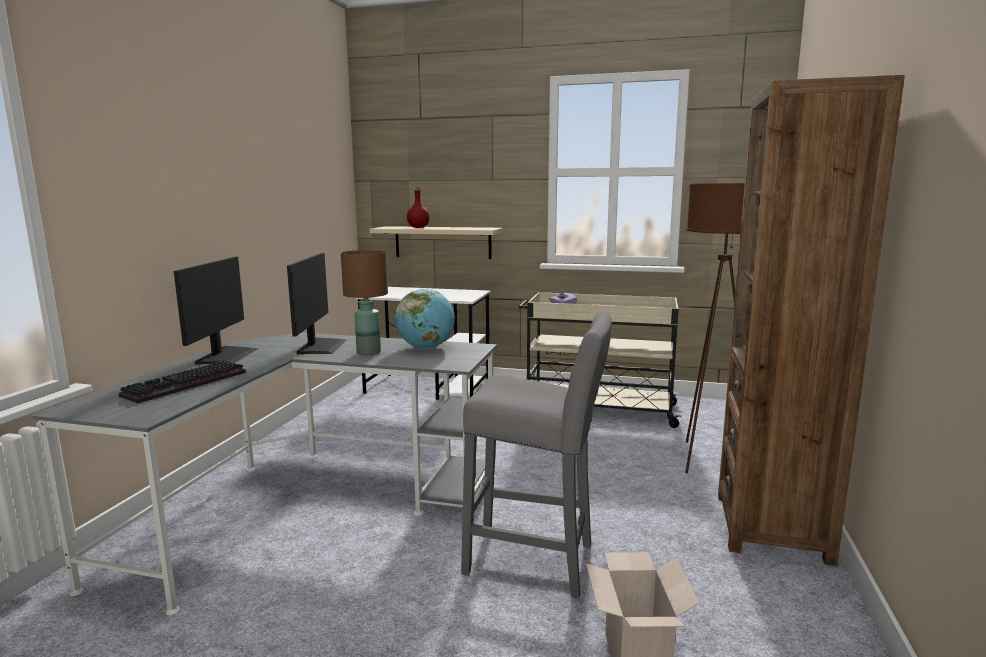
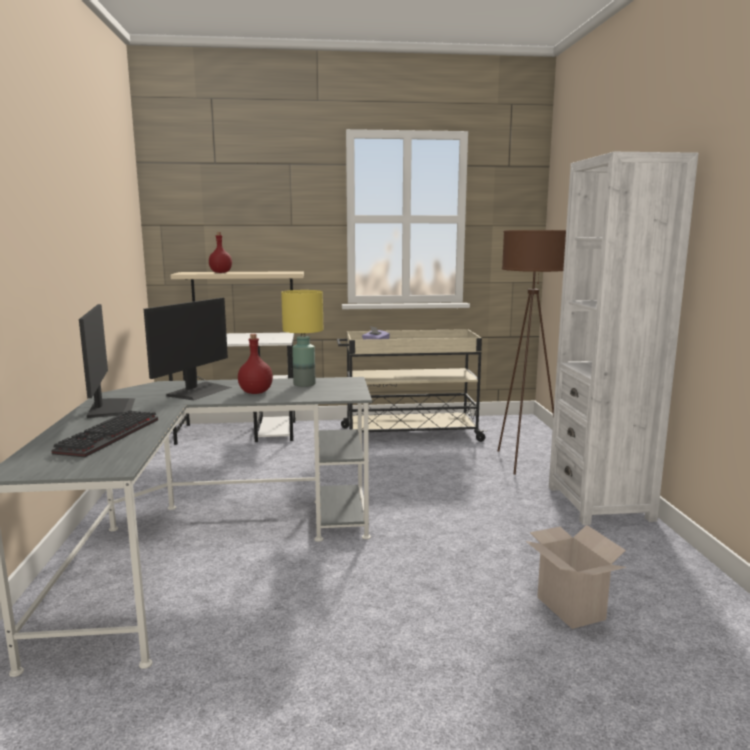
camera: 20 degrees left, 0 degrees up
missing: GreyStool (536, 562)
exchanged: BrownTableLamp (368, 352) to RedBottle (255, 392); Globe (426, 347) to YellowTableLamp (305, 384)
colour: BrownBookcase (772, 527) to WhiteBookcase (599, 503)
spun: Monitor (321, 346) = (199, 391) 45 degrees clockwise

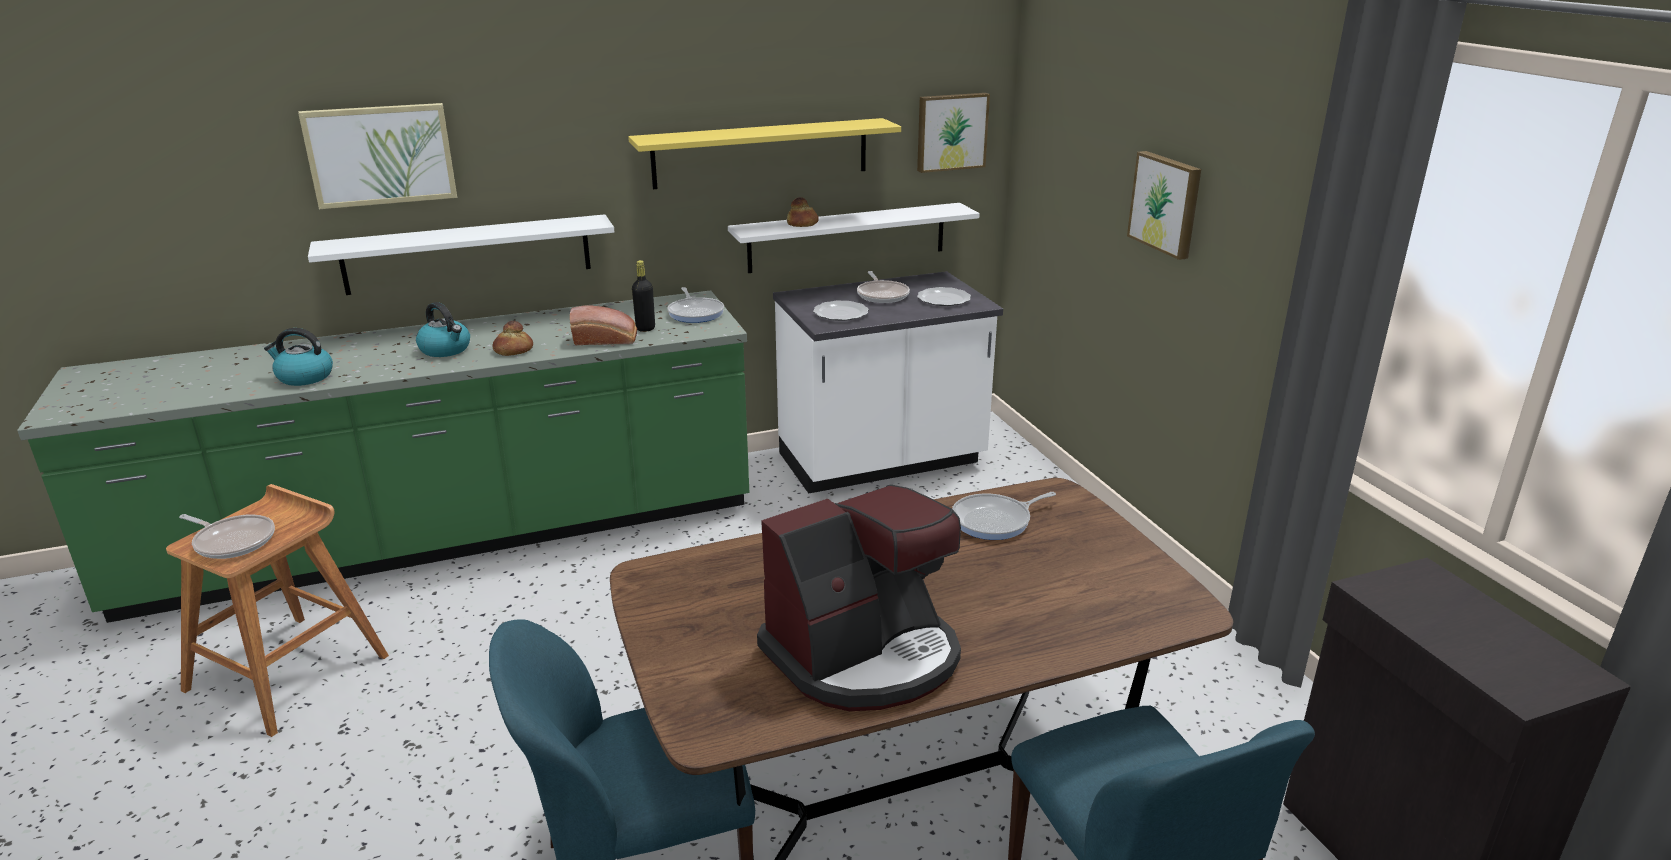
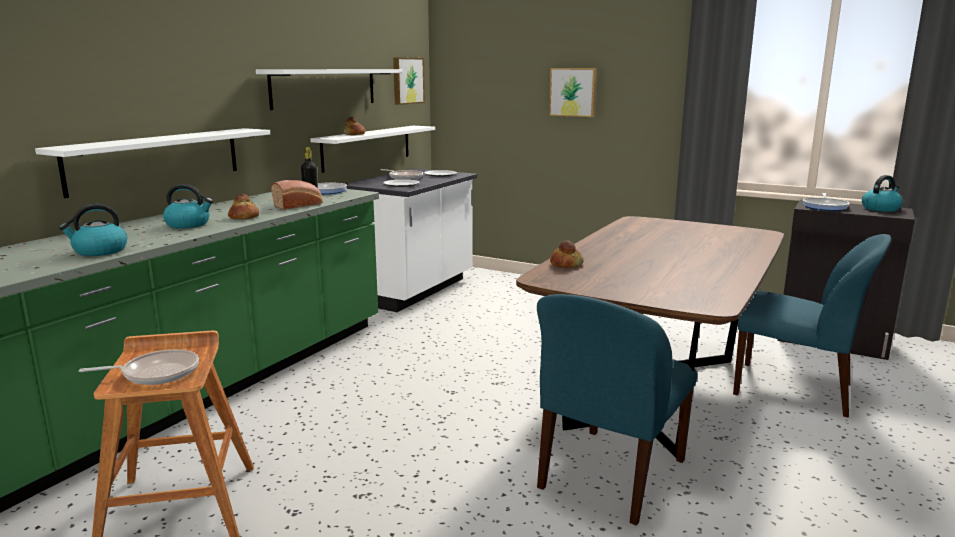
camera: 40 degrees left, 10 degrees down
missing: Picture (380, 155); CoffeeMachine (864, 655)
appeared: Bread (565, 264); Kettle (880, 208)
relocated: FryingPan (995, 521) to (825, 206)
colour: YellowShelf (761, 153) to WhiteShelf (324, 87)

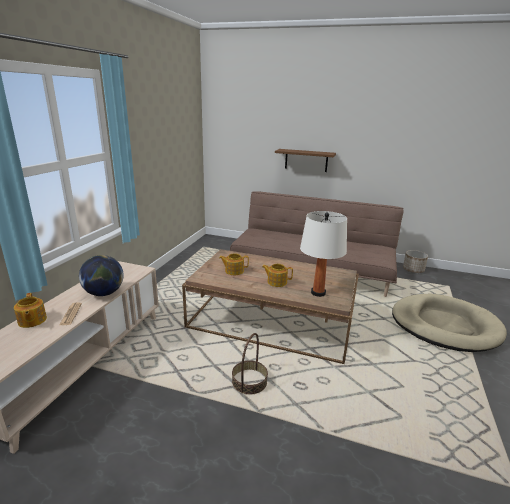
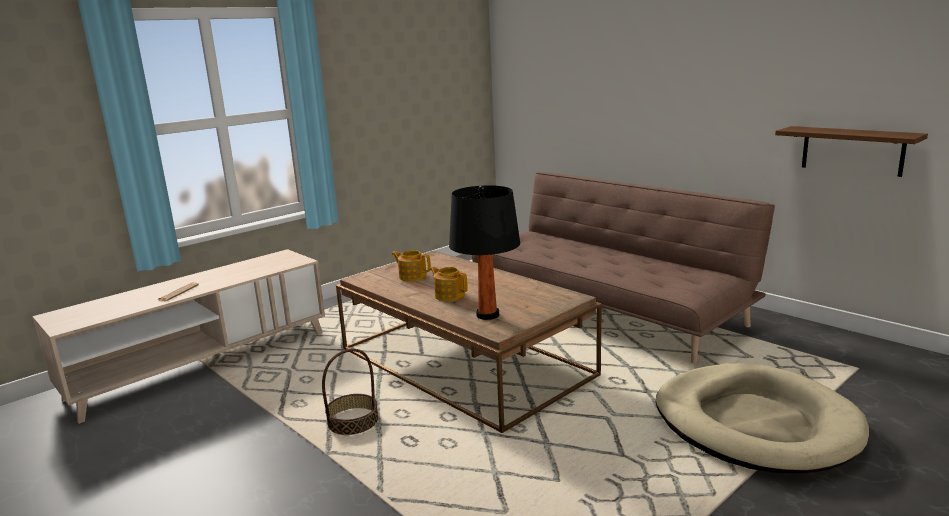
camera: 30 degrees right, 5 degrees down
missing: Teapot (32, 321); Globe (104, 293); Planter (413, 270)
relocated: BrownShelf (306, 160) to (852, 150)
colour: WhiteTableLamp (318, 293) to BlackTableLamp (487, 315)

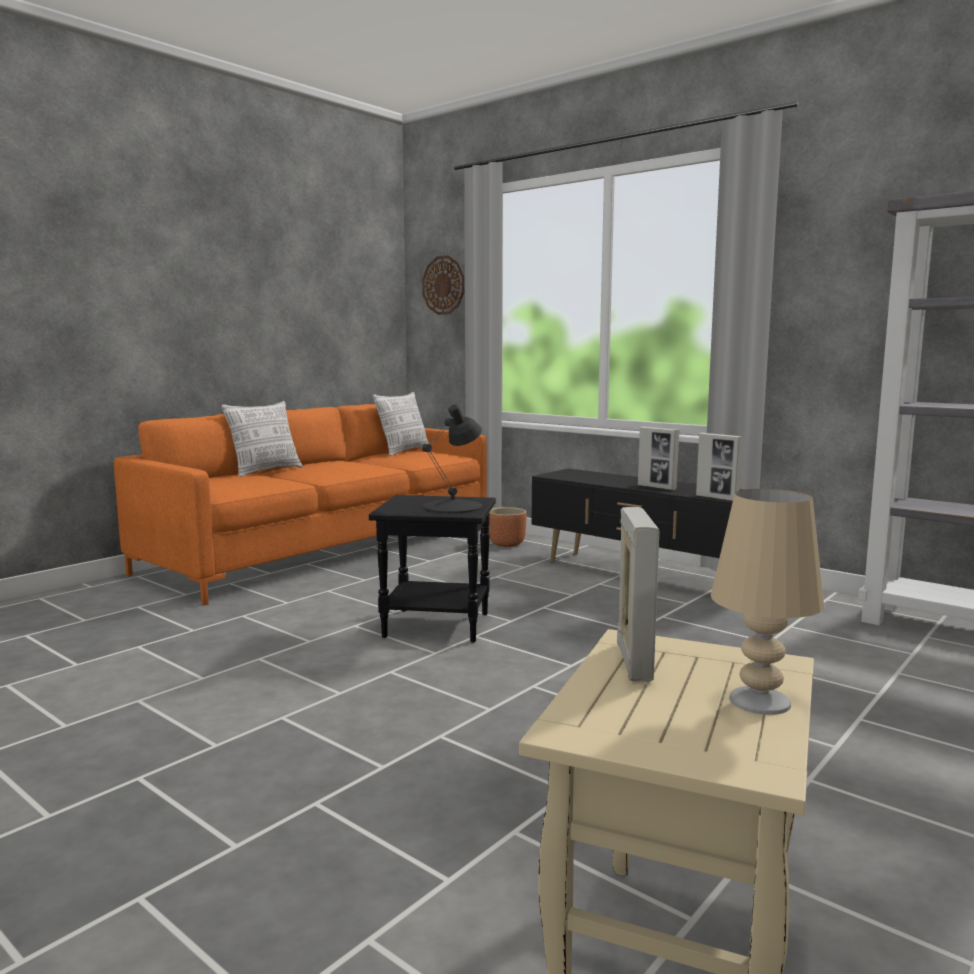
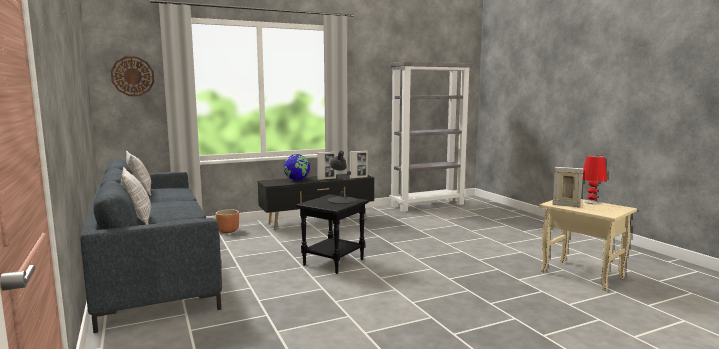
camera: 65 degrees left, 0 degrees up
appeared: Globe (297, 180)
colour: OrangeSofa (327, 549) to GreySofa (155, 267); BeigeTableLamp (760, 701) to RedTableLamp (591, 202)

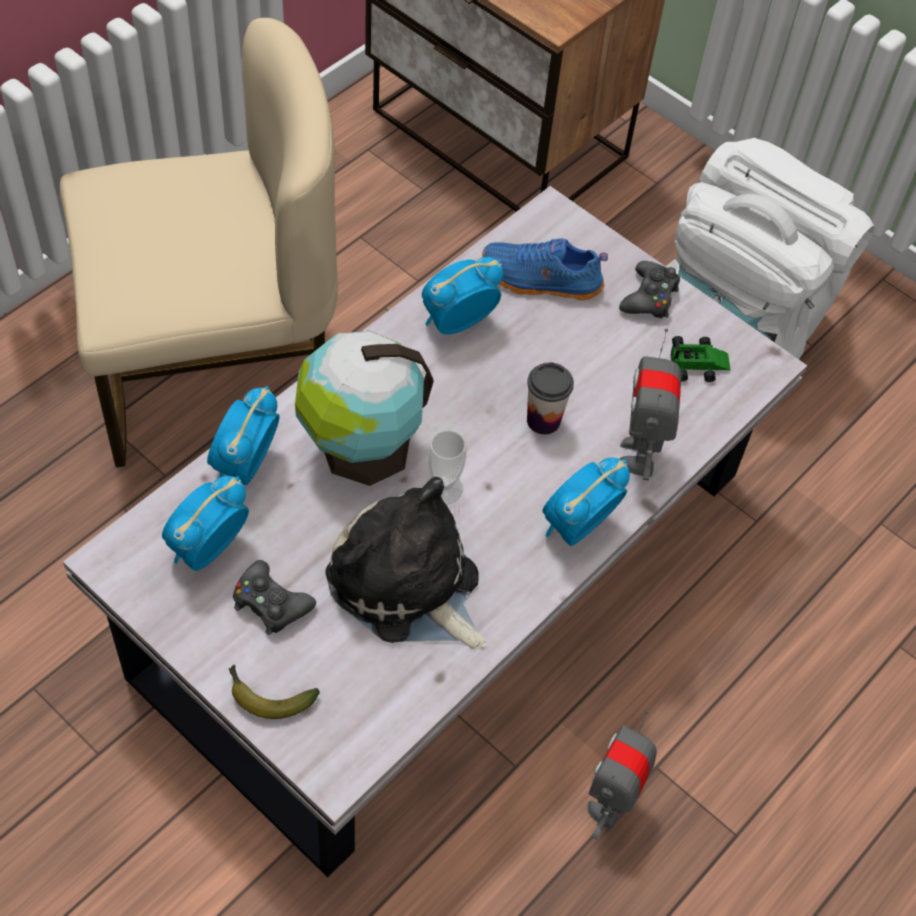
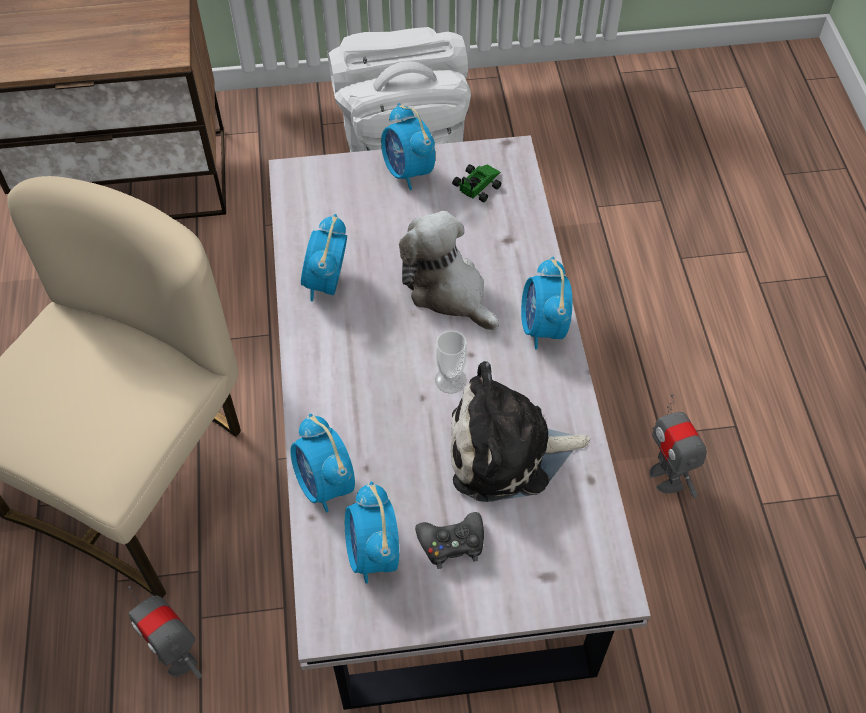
camera: 45 degrees left, 0 degrees up
missing: Banana (267, 696); Globe (360, 449); BlueShoe (541, 281)
relocated: ToyRobot (640, 455) to (177, 656)
exchanged: Cup (543, 420) to PlushToy (448, 290); BlackGameController (649, 297) to AlarmClock (408, 172)

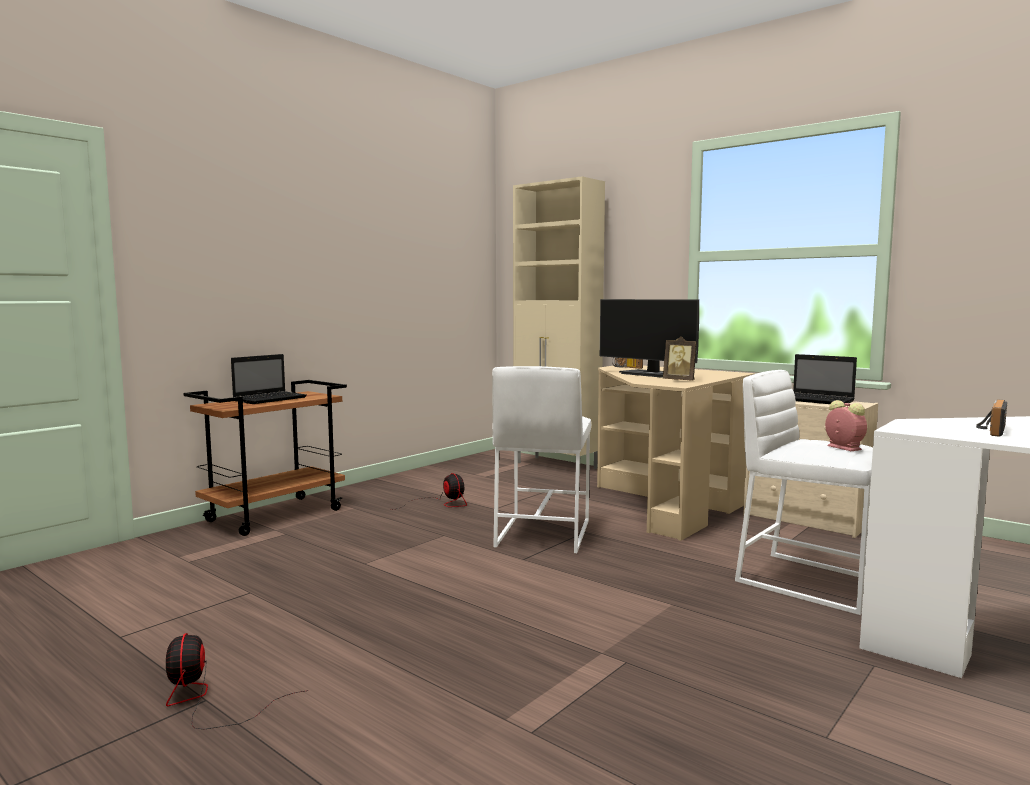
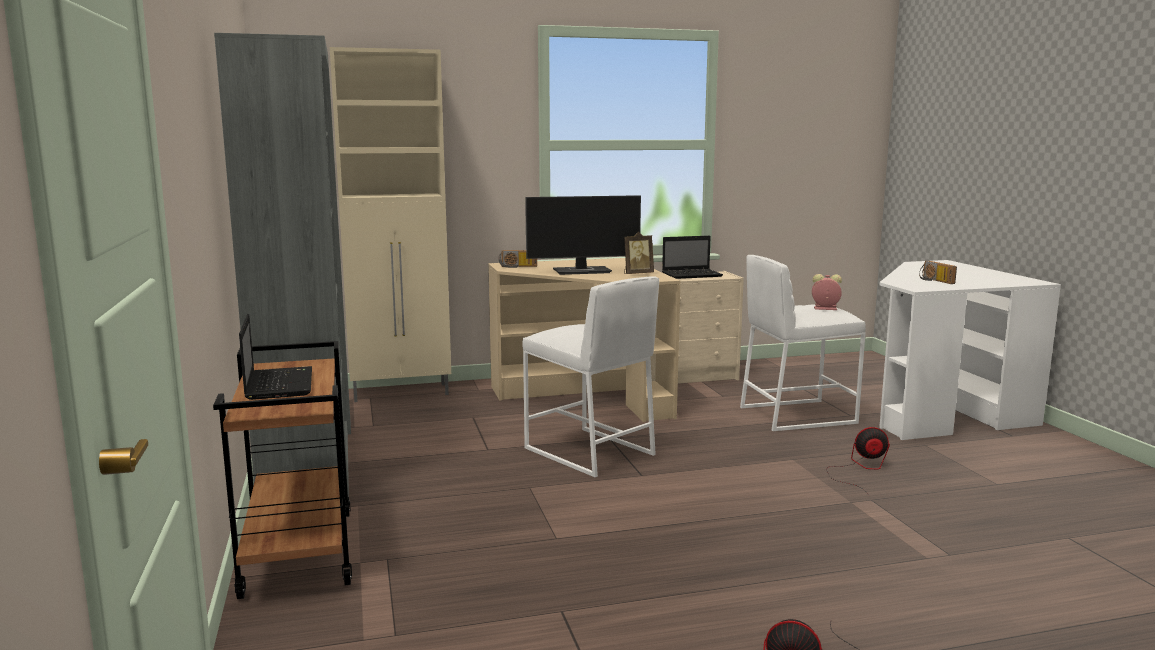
camera: 55 degrees left, 5 degrees up
appeared: GreyBookcase (309, 463)
relocated: Fan (440, 503) to (860, 469)

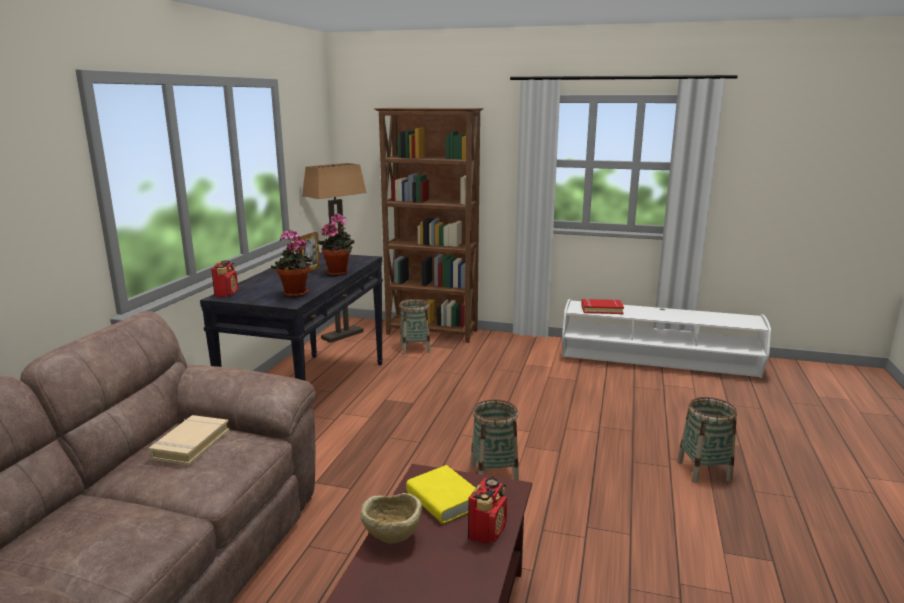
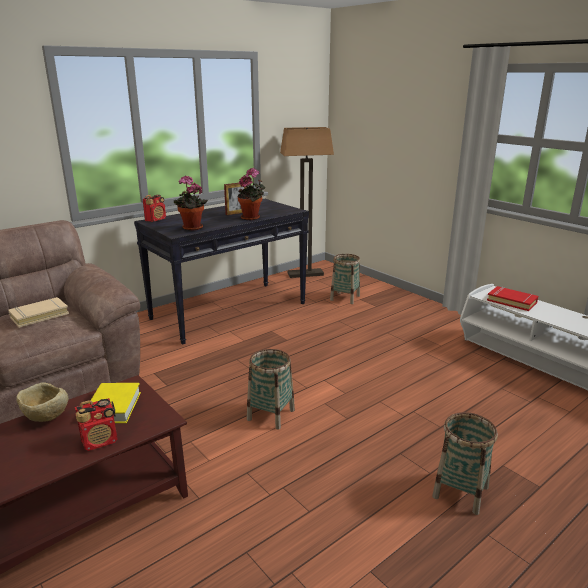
camera: 35 degrees right, 5 degrees up
missing: BrownBookcase (432, 333)

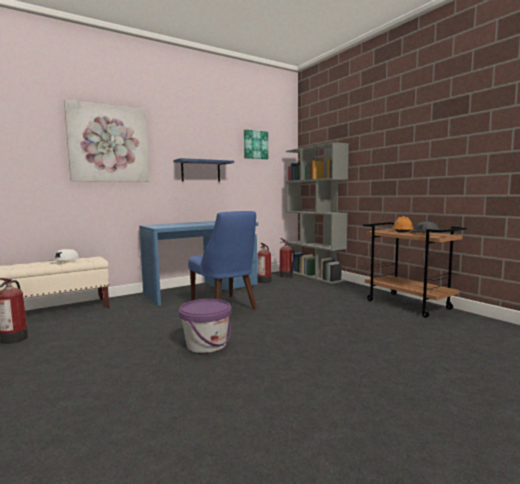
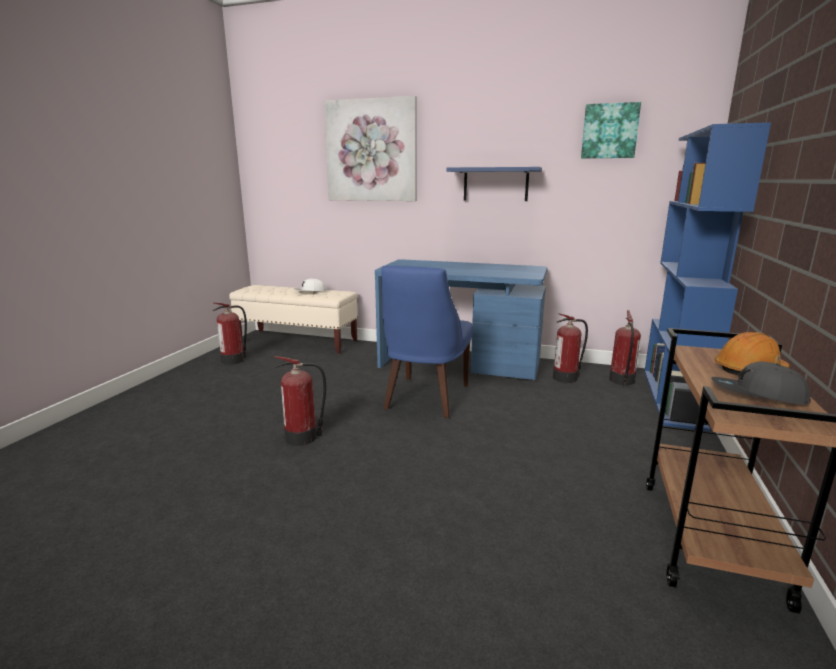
camera: 50 degrees right, 10 degrees up
exchanged: PurpleBucket (206, 344) to FireExtinguisher (303, 437)
colour: GreyBookcase (314, 276) to BlueBookcase (673, 398)

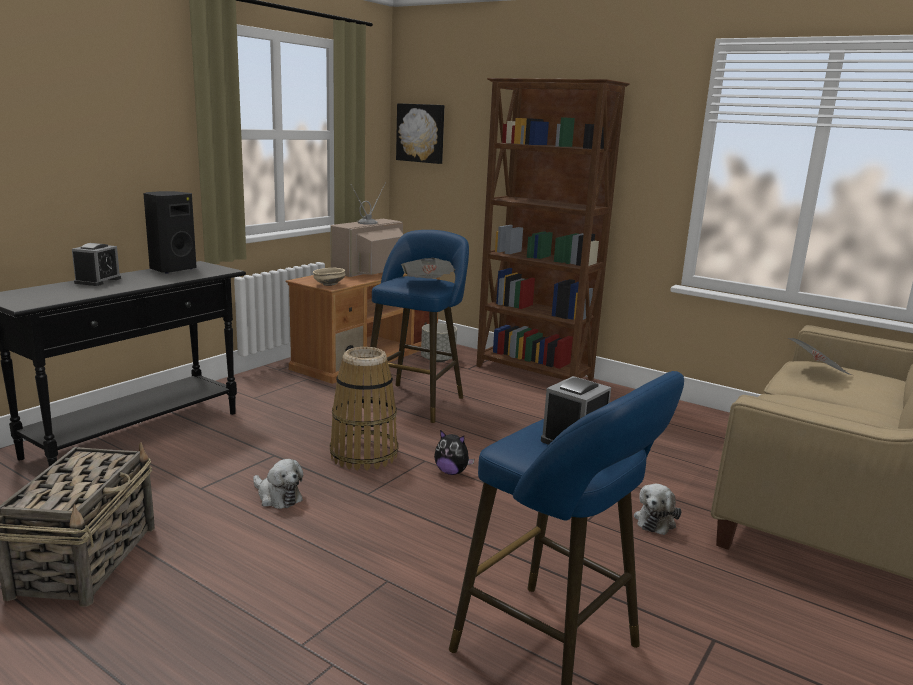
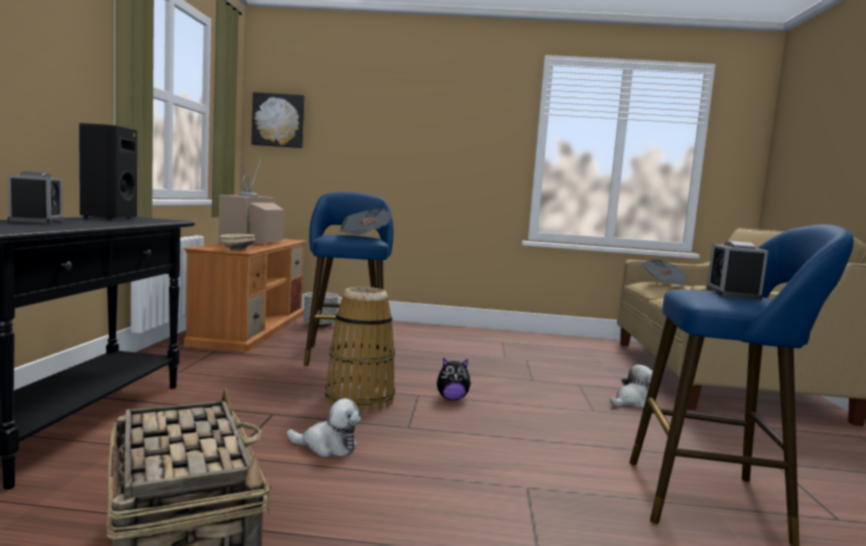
camera: 30 degrees left, 10 degrees down
missing: BrownBookcase (534, 373)
spun: PlushToy (655, 520) = (631, 402) 120 degrees counterclockwise

